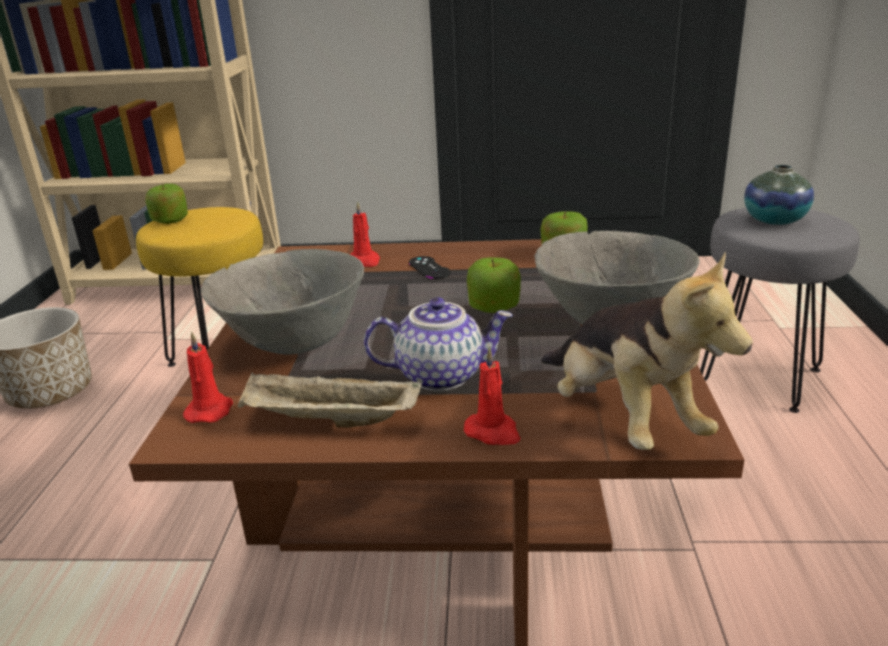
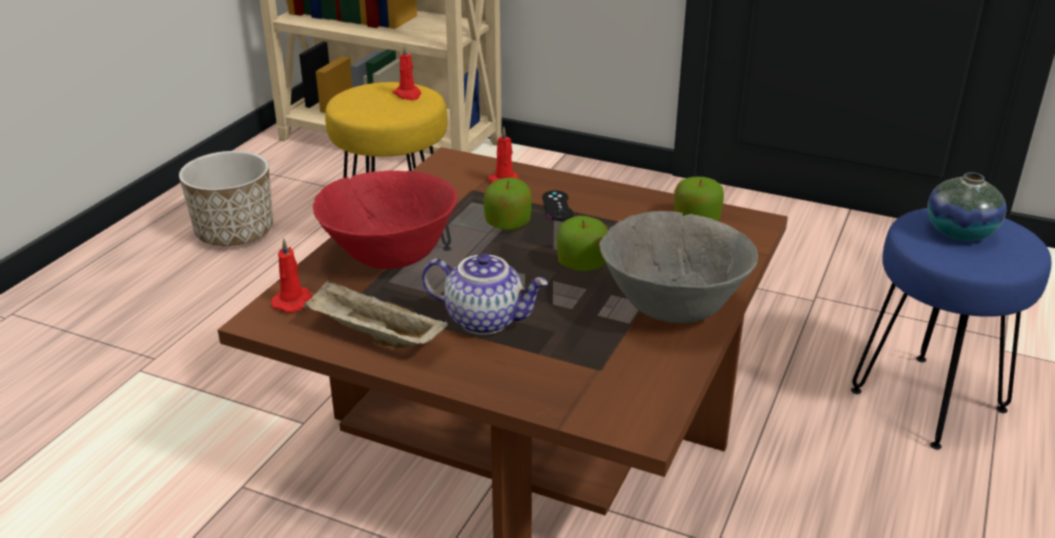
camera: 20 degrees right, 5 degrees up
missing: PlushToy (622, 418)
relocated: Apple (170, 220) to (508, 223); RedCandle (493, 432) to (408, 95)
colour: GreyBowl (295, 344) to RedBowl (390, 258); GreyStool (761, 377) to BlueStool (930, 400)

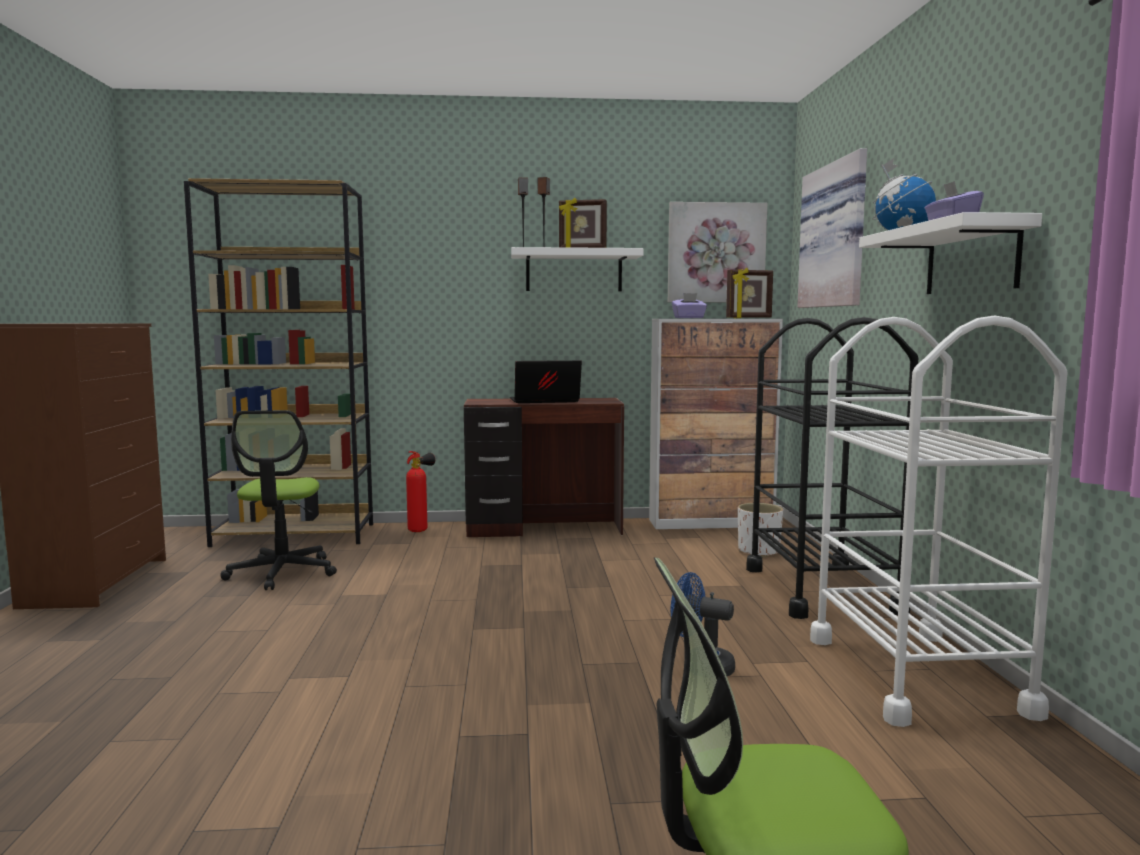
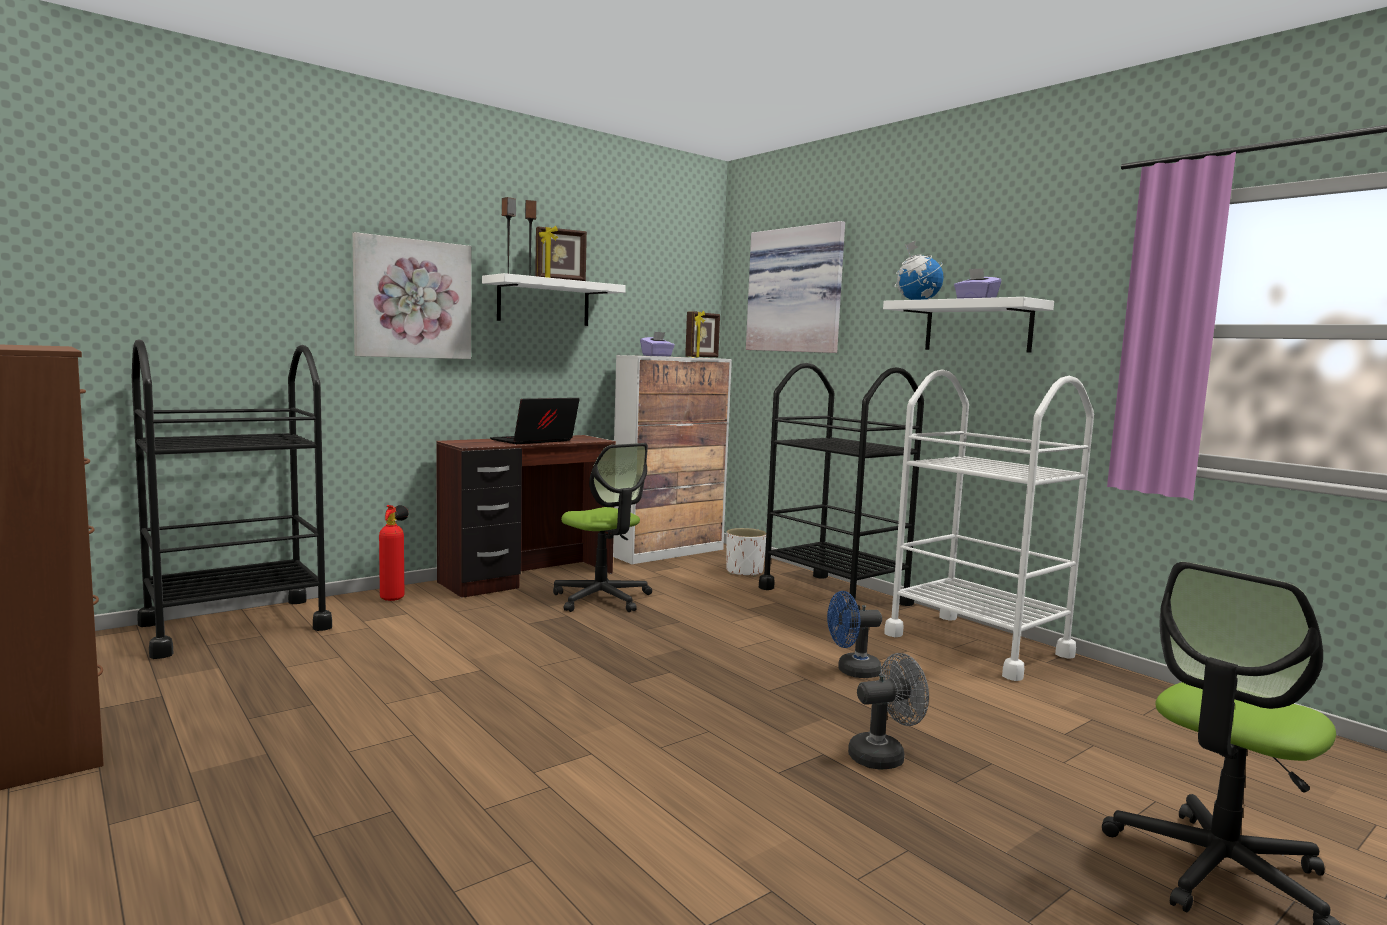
camera: 35 degrees left, 0 degrees up
appeared: GreyFan (884, 756)
relocated: OfficeChair (282, 573) to (602, 599); Picture (716, 253) to (412, 299)
exchanged: BrownBookcase (295, 535) to BlackCart (236, 626)

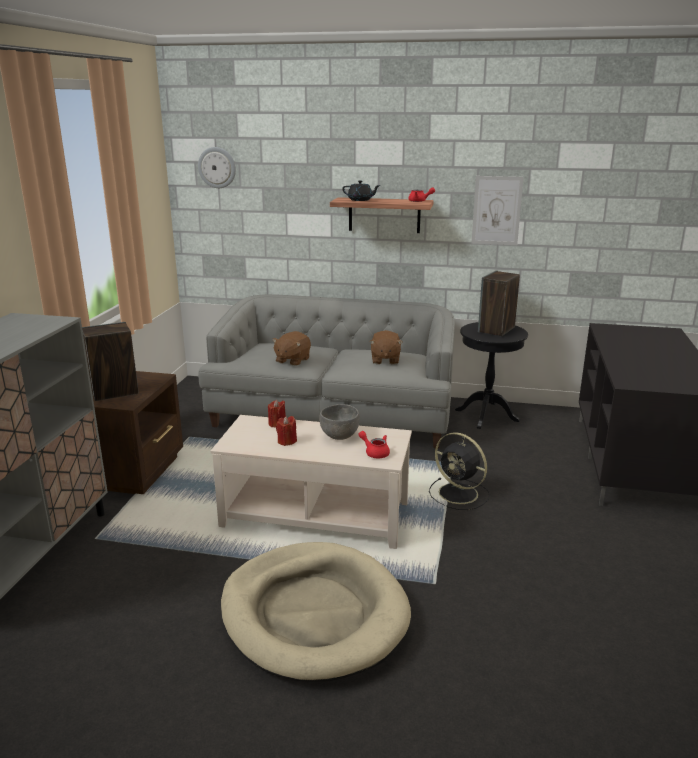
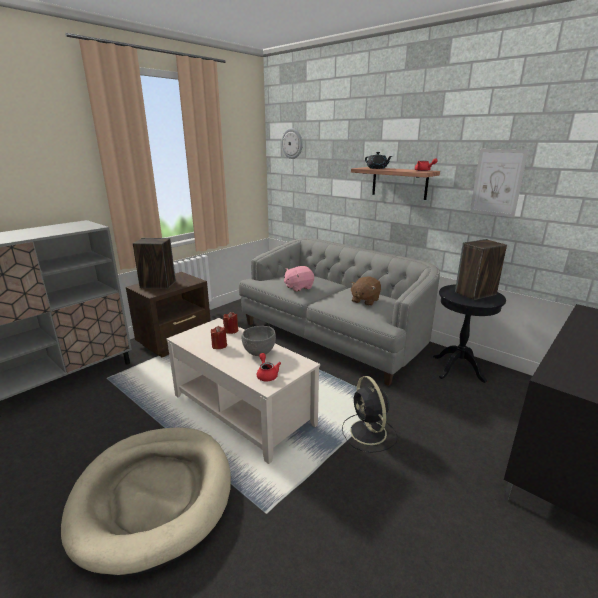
camera: 30 degrees right, 0 degrees up
colour: BrownPlushToy (292, 360) to PinkPlushToy (298, 287)

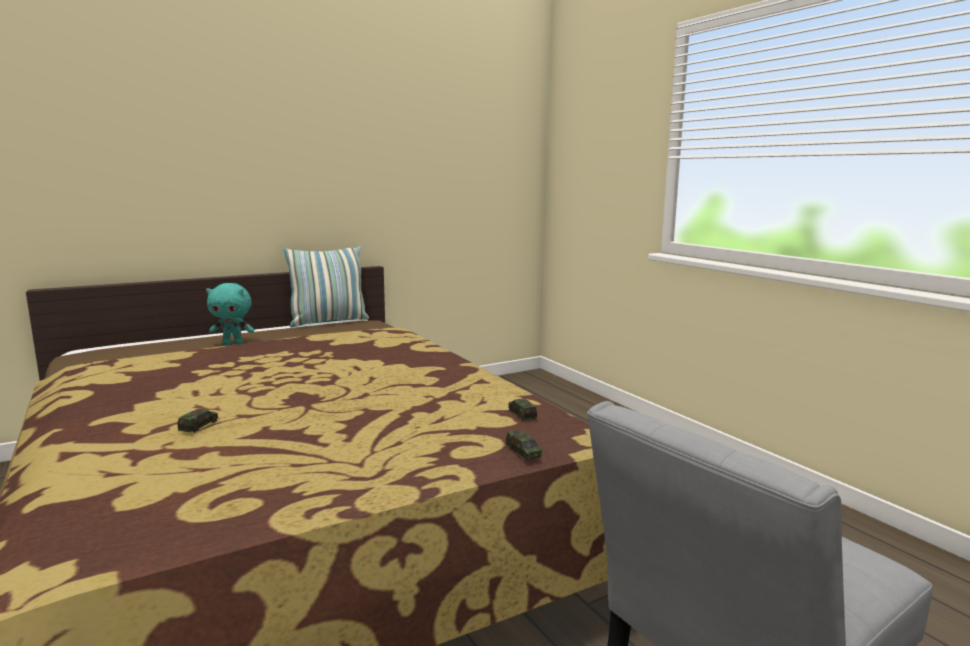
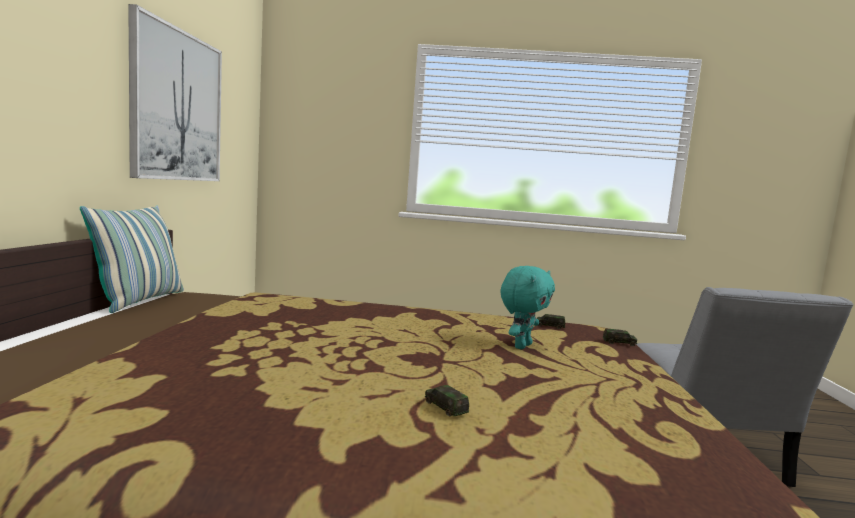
camera: 55 degrees left, 5 degrees down
appeared: Picture (177, 106)
relocated: TurquoisePlushToy (233, 344) to (521, 346)

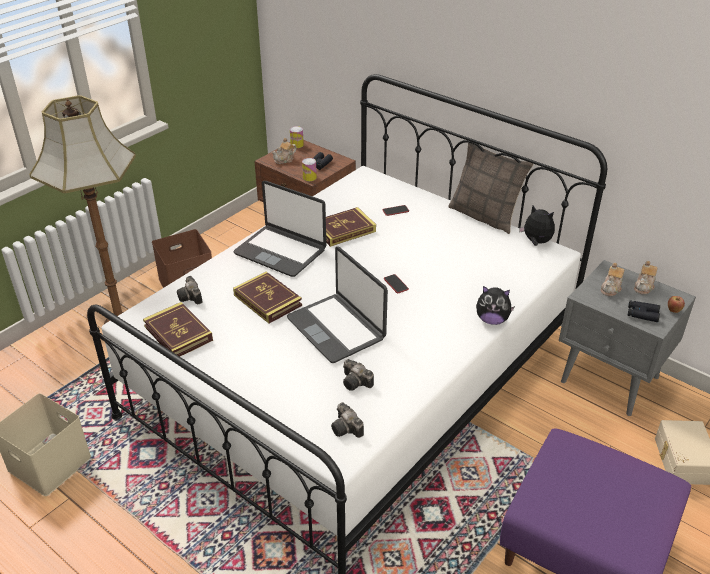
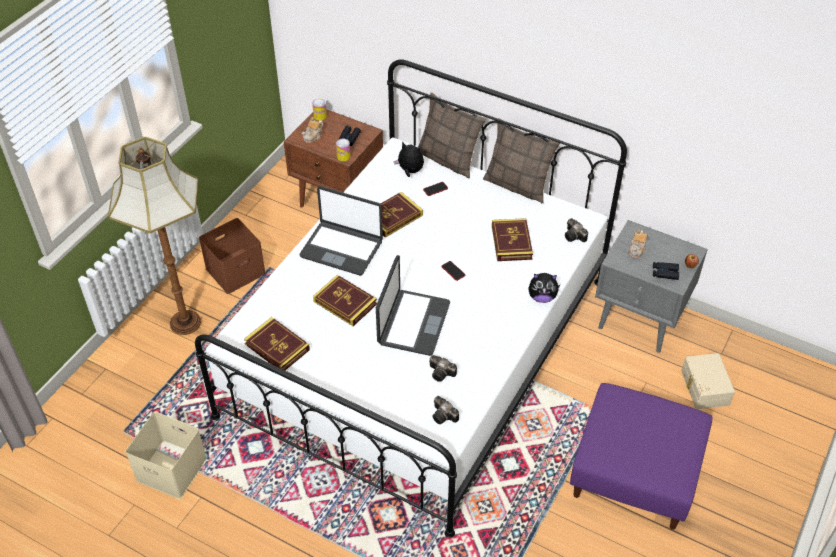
camera: 10 degrees left, 10 degrees up
missing: Teapot (644, 286)
appeared: Pillow (448, 159); Book (511, 242)
relocated: PhotoCamera (191, 297) to (575, 237); PlushToy (536, 242) to (410, 171)
spun: Laptop (337, 328) = (412, 323) 120 degrees counterclockwise

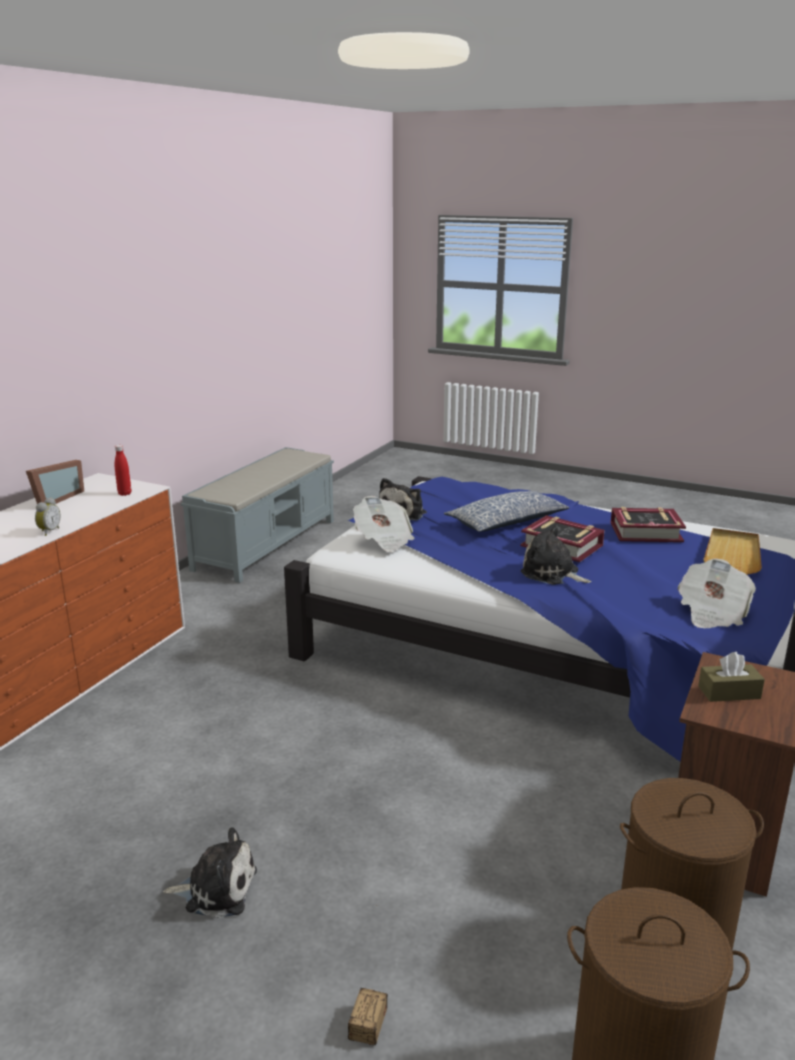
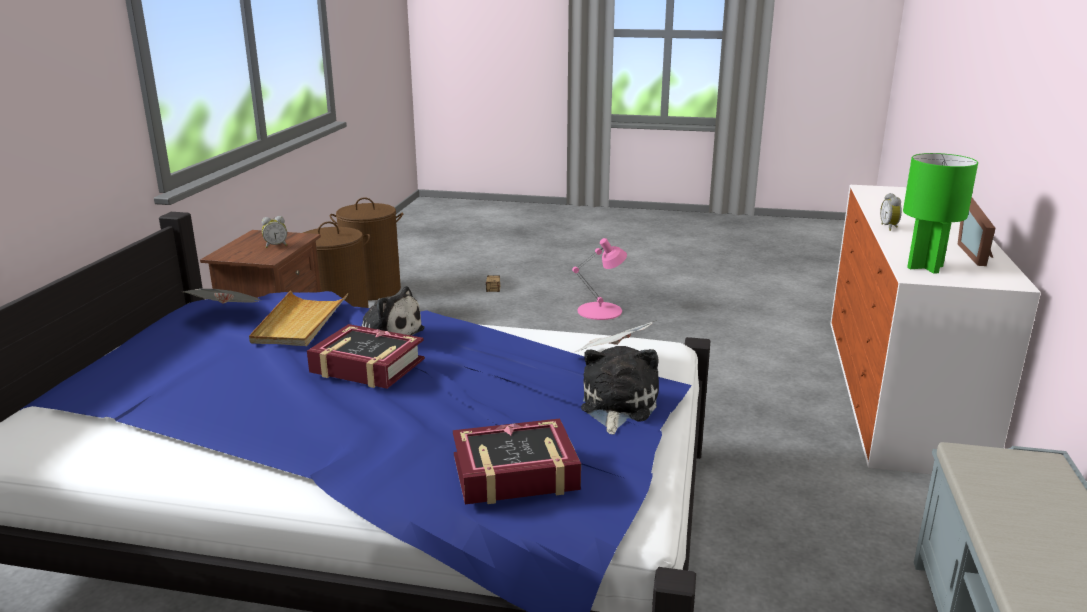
camera: 165 degrees right, 0 degrees up
missing: Pillow (507, 523)
relocated: Book (645, 532) to (515, 473); BeigeTray (732, 554) to (300, 322)
exchanged: RedBottle (124, 494) to GreenTableLamp (924, 267); PlushToy (216, 889) to PinkTableLamp (600, 311); BrownTissueBox (729, 692) to AlarmClock (276, 245)

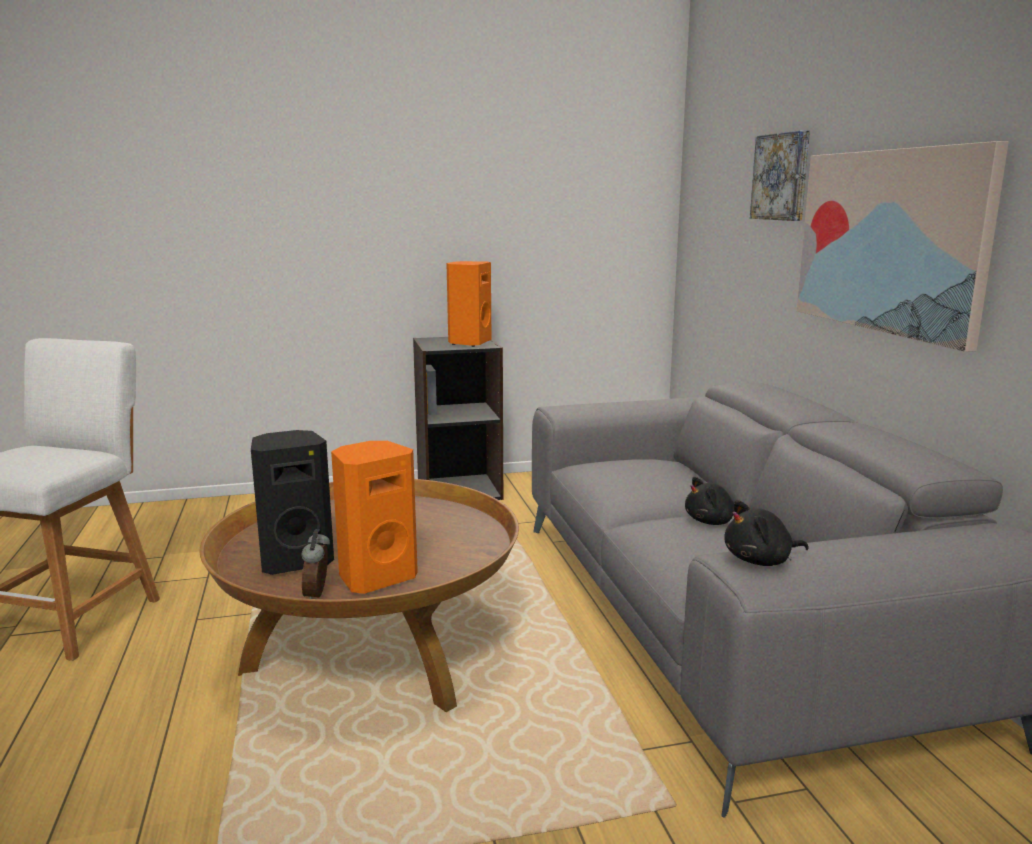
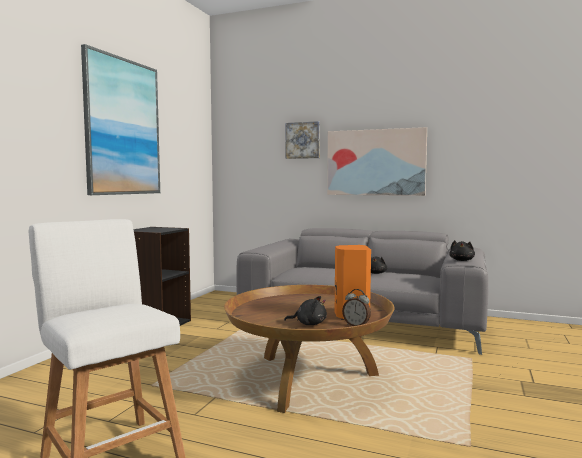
camera: 55 degrees left, 10 degrees down
missing: OrangeSpeaker (468, 343)
appeared: Picture (123, 127)
exchanged: BlackSpeaker (295, 560) to BlackPlushToy (309, 324)

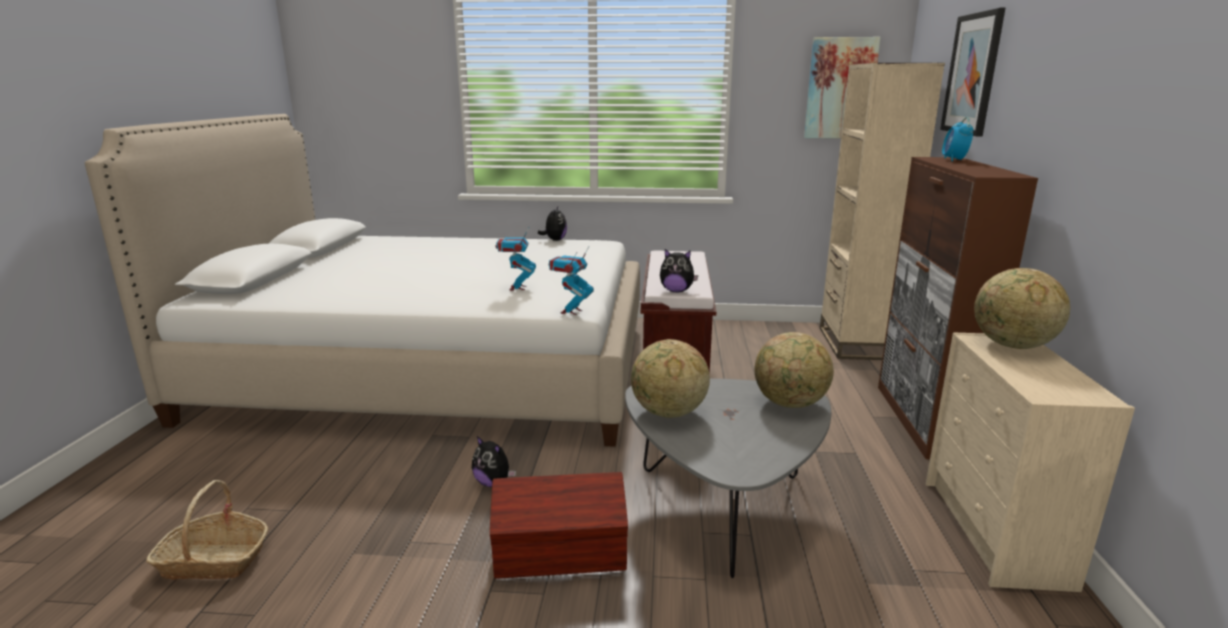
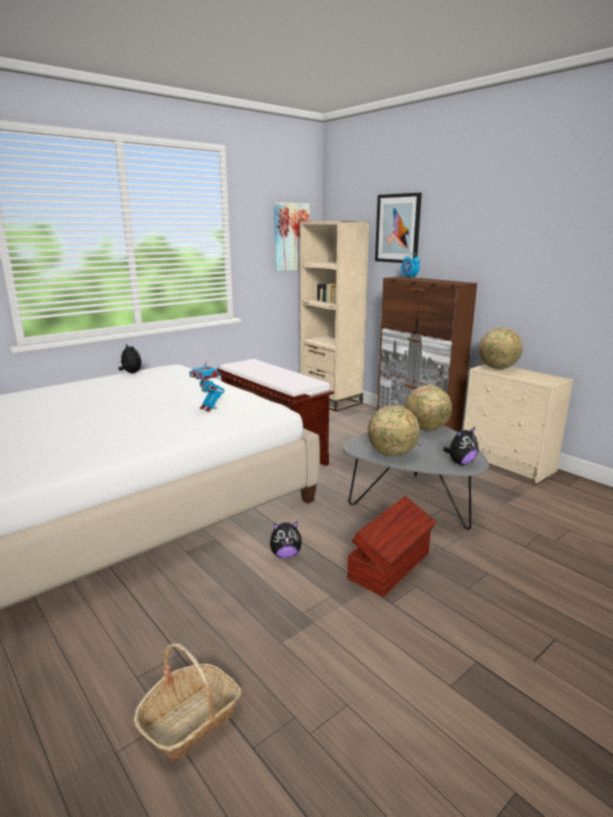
camera: 45 degrees left, 0 degrees up
missing: ToyRobot (571, 311)
relocated: PlushToy (676, 291) to (460, 463)

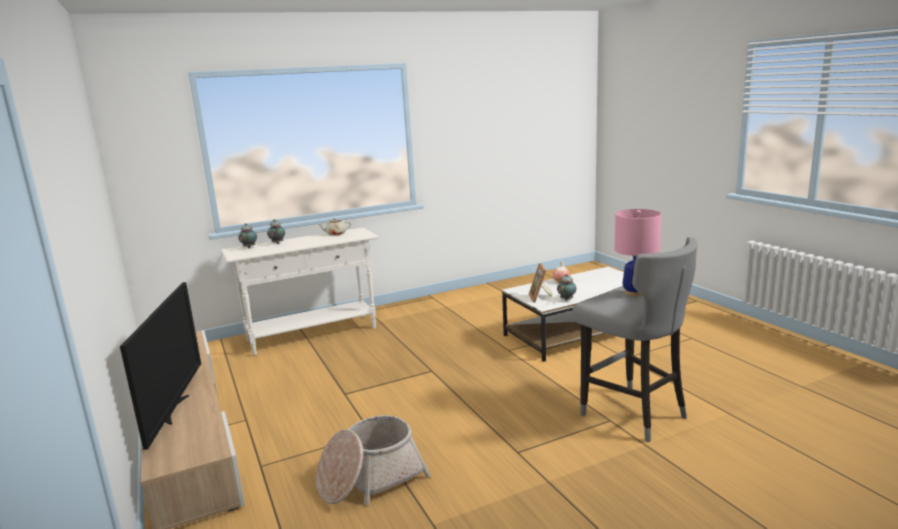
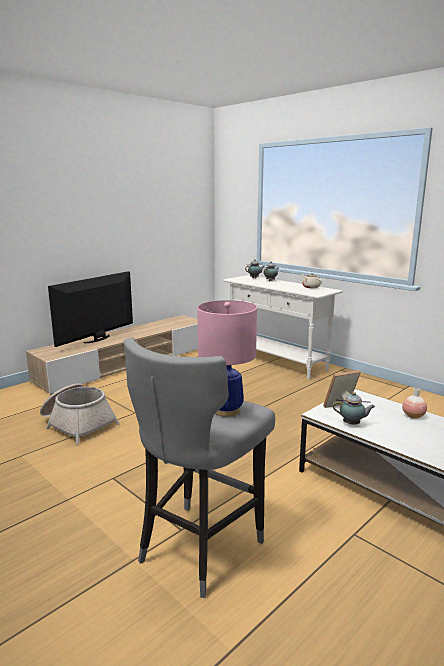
camera: 70 degrees right, 0 degrees up
spun: Television (174, 409) = (98, 339) 150 degrees clockwise

